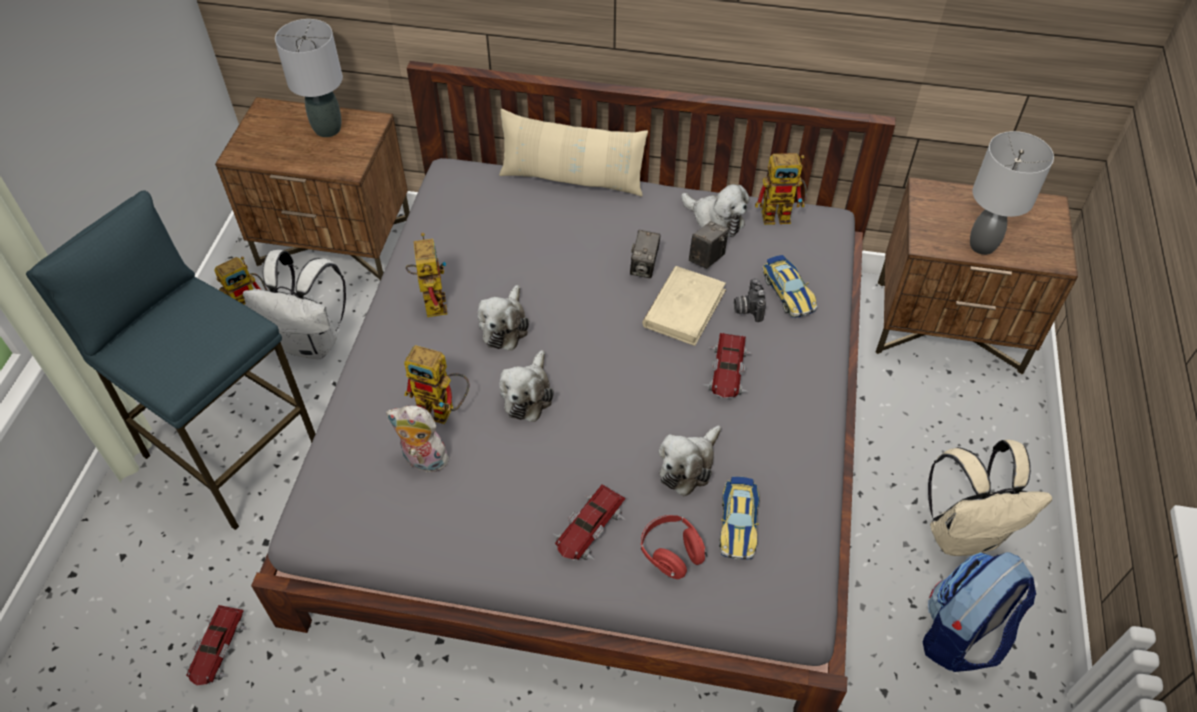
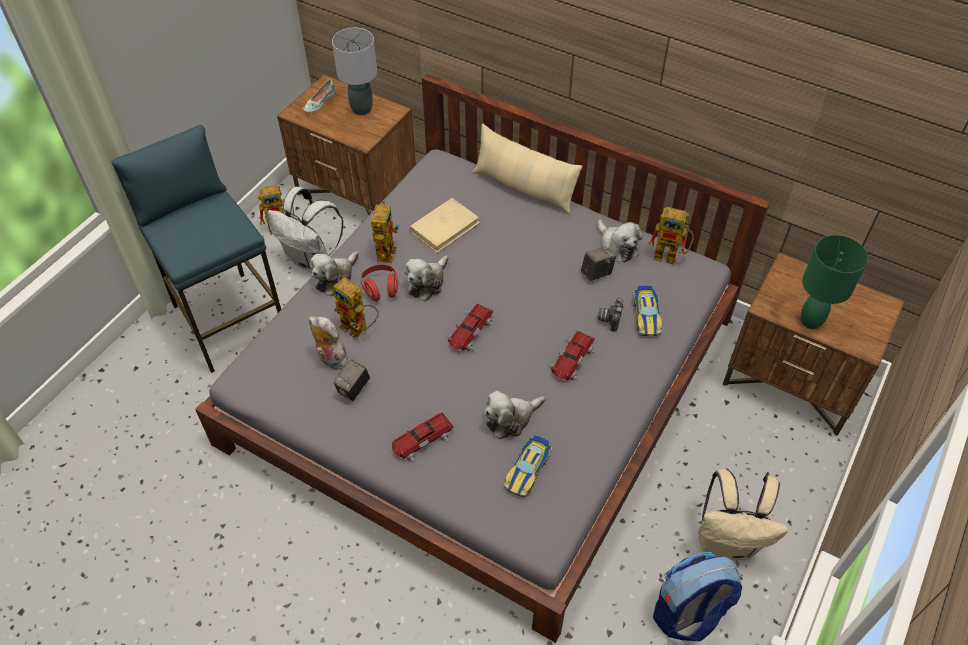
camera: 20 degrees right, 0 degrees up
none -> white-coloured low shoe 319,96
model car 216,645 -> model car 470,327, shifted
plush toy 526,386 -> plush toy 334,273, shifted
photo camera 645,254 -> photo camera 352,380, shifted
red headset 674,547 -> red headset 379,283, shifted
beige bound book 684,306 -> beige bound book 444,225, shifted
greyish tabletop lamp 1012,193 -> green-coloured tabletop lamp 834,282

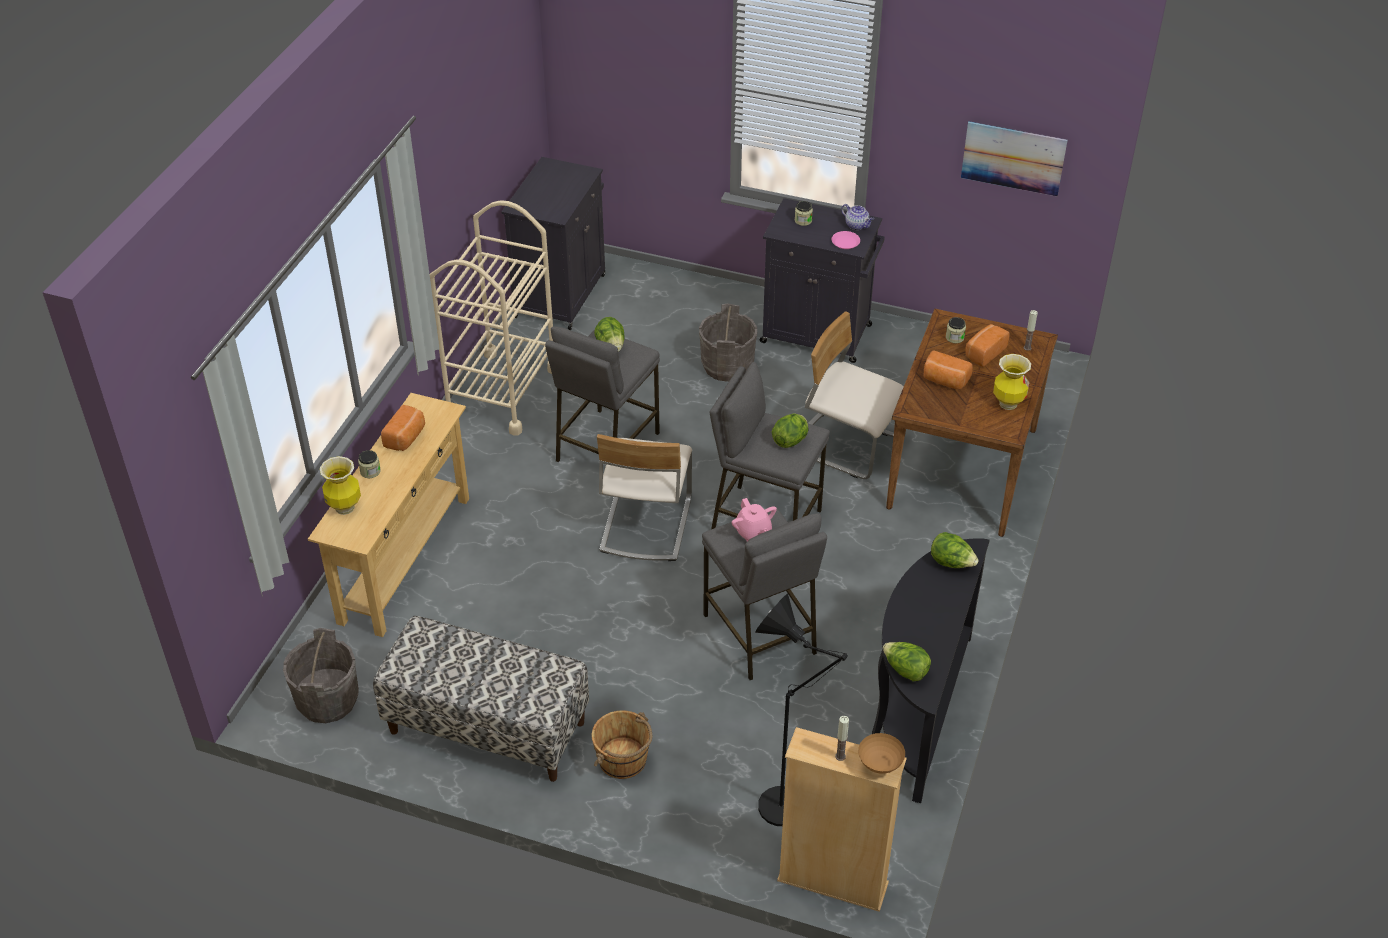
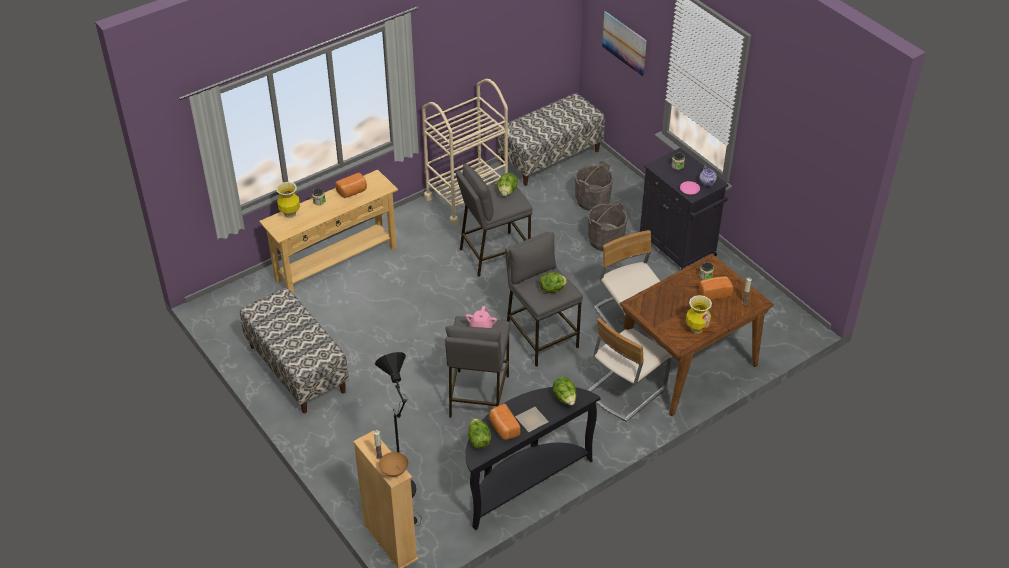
camera: 35 degrees right, 0 degrees up
brownish bucket 622,744 -> none
none -> dinner plate 532,419
greyish bucket 321,675 -> greyish bucket 594,185, shifted
beige plain chair 644,497 -> beige plain chair 630,370, shifted
baked bread 948,370 -> baked bread 504,422, shifted
picture 1014,158 -> picture 624,43, shifted
black cupboard 553,243 -> indoor bench 551,139

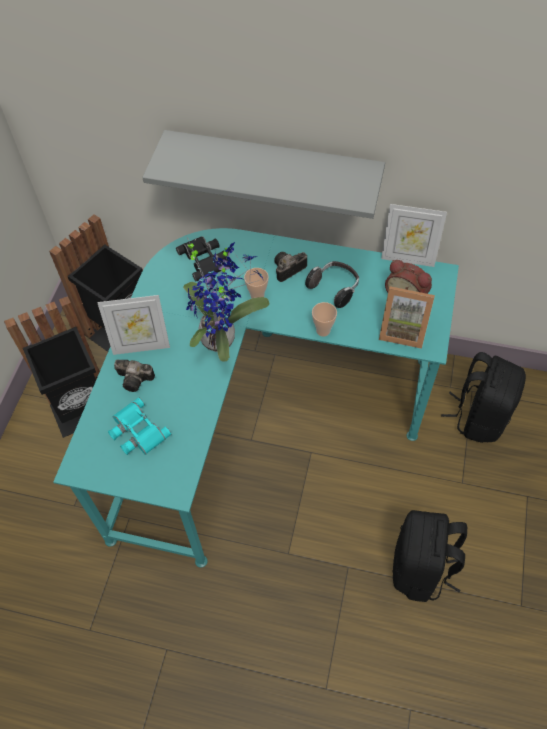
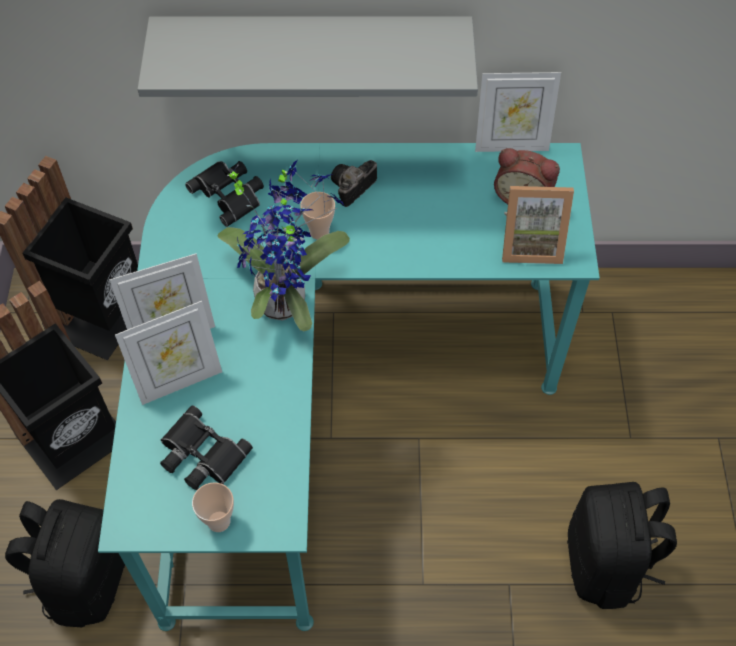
camera: 15 degrees left, 0 degrees up
headset 332,284 -> none
small cup 324,319 -> small cup 213,507, shifted
black backpack 483,397 -> black backpack 65,563, shifted
photo camera 134,376 -> standing frame 168,353
blue-green field glasses 139,426 -> black field glasses 206,448

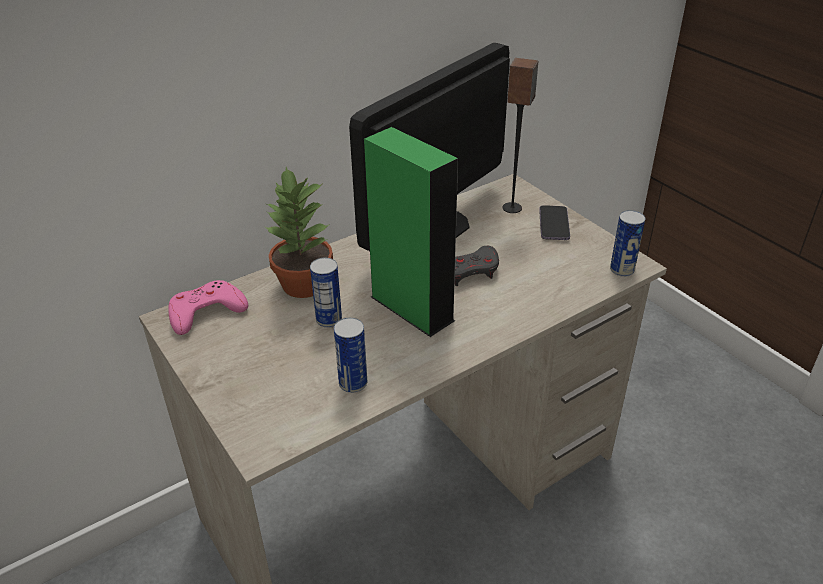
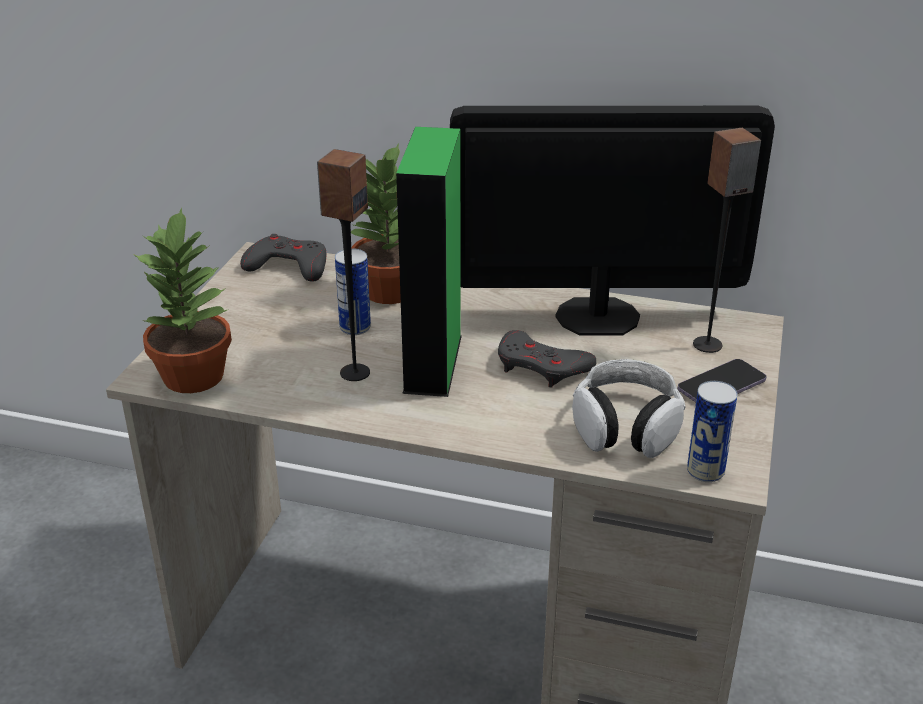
camera: 50 degrees right, 5 degrees down
sealed can 350,355 -> none
none -> houseplant 182,300
none -> speaker 343,265
none -> headset 628,408
pinkish gamepad 208,307 -> greyish gamepad 283,258

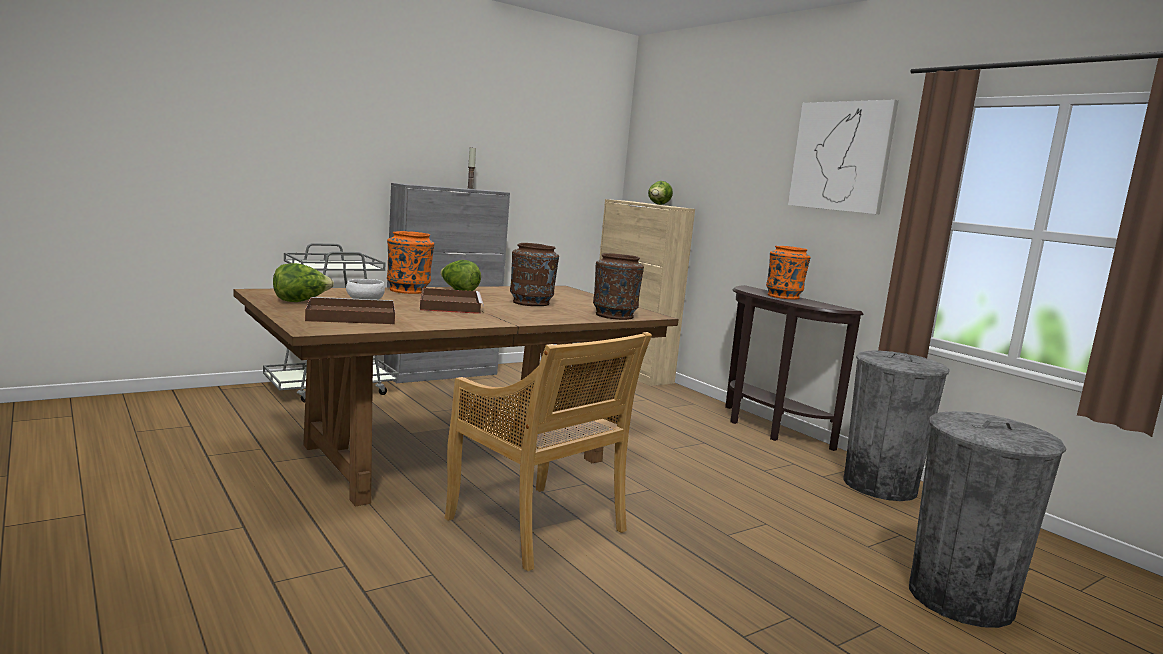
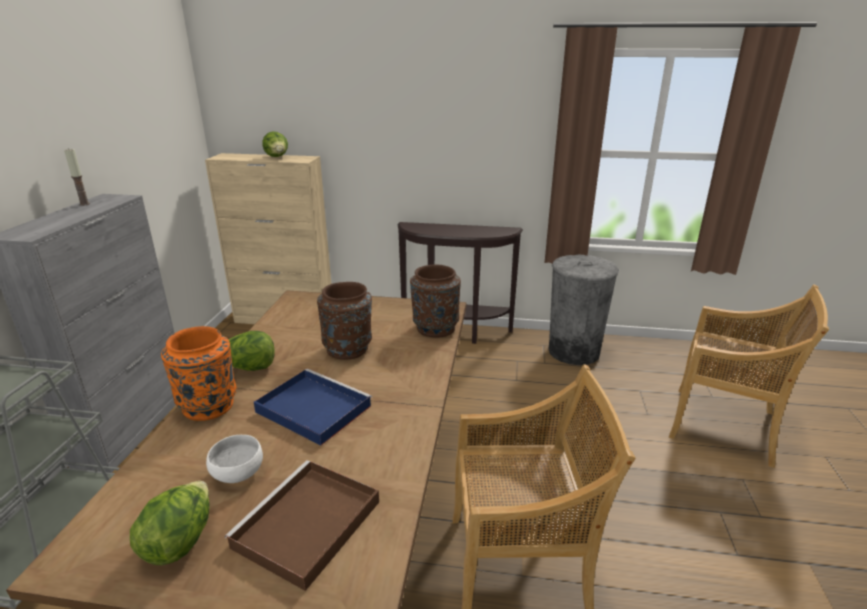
camera: 45 degrees left, 15 degrees up
orangey decorative vase 788,273 -> none
picture 843,156 -> none
greyish waste bin 987,519 -> beige plain chair 749,376
brownish tray 452,301 -> blue-coloured tray 313,407

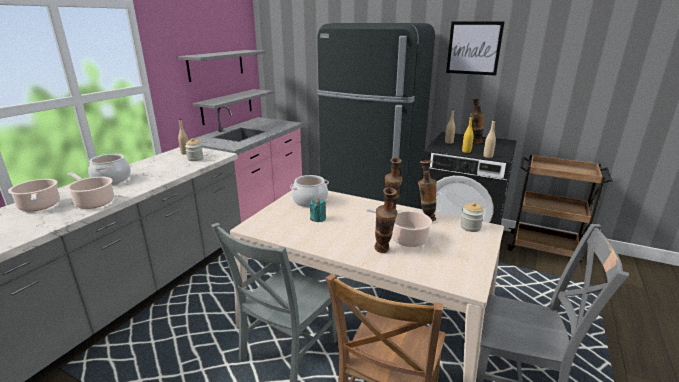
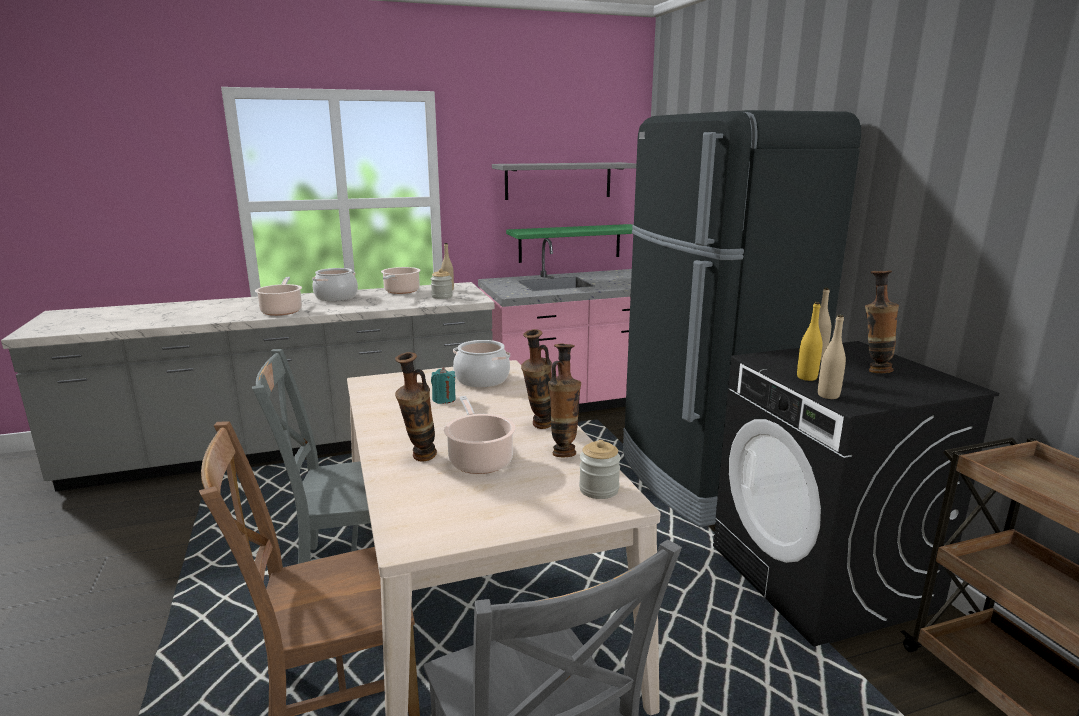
camera: 45 degrees right, 5 degrees down
picture 475,49 -> none
cooking pot 34,195 -> cooking pot 401,280, shifted
greyish shelf 233,107 -> green-coloured shelf 569,243

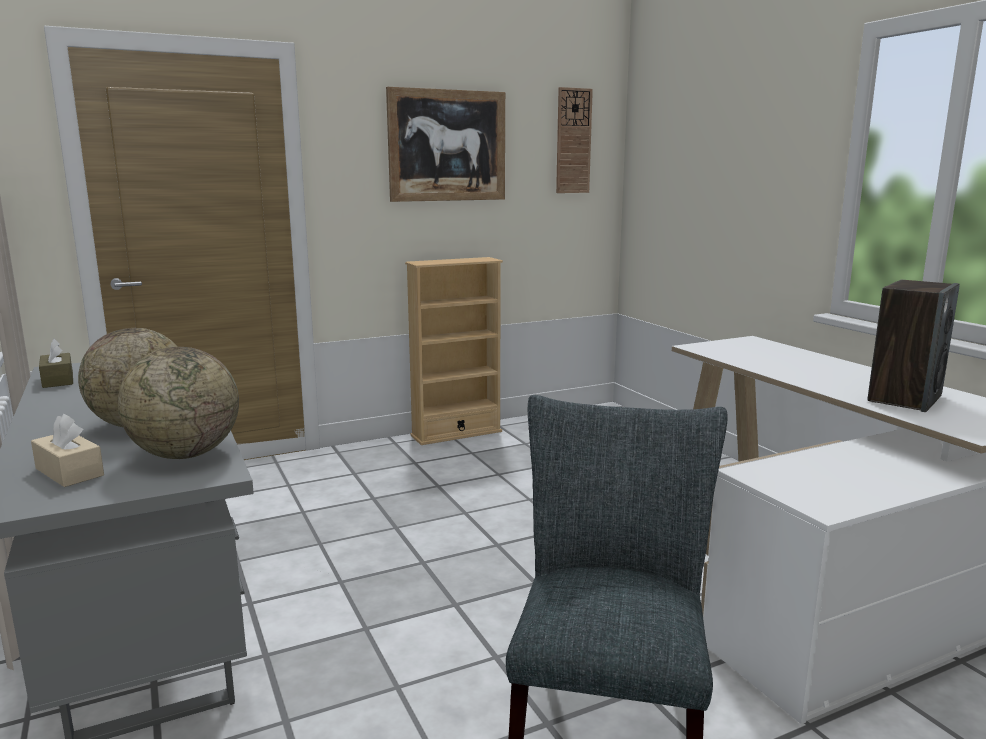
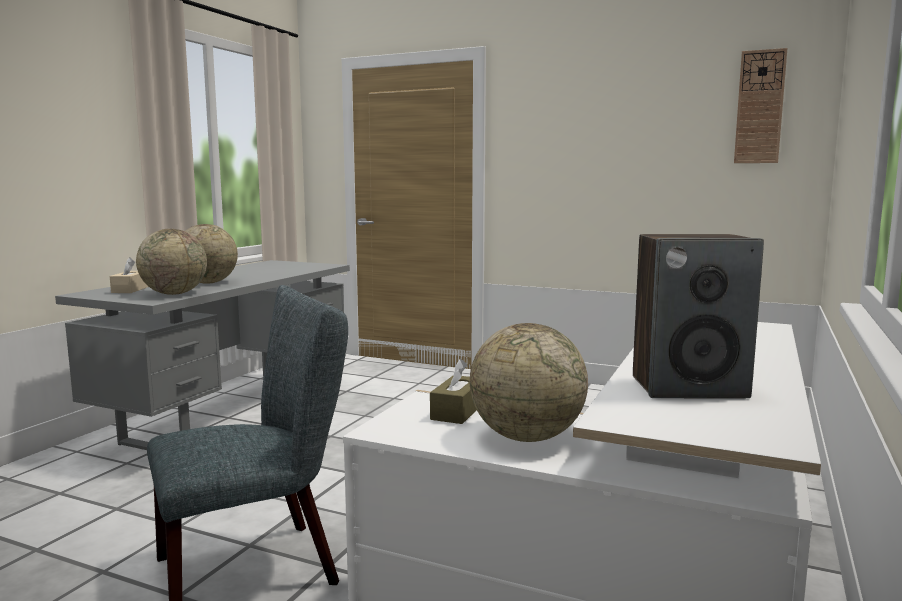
camera: 50 degrees right, 5 degrees down
picture 445,144 -> none
beige shelving unit 454,351 -> none
none -> globe 529,382
brownish tissue box 56,363 -> brownish tissue box 453,391, shifted

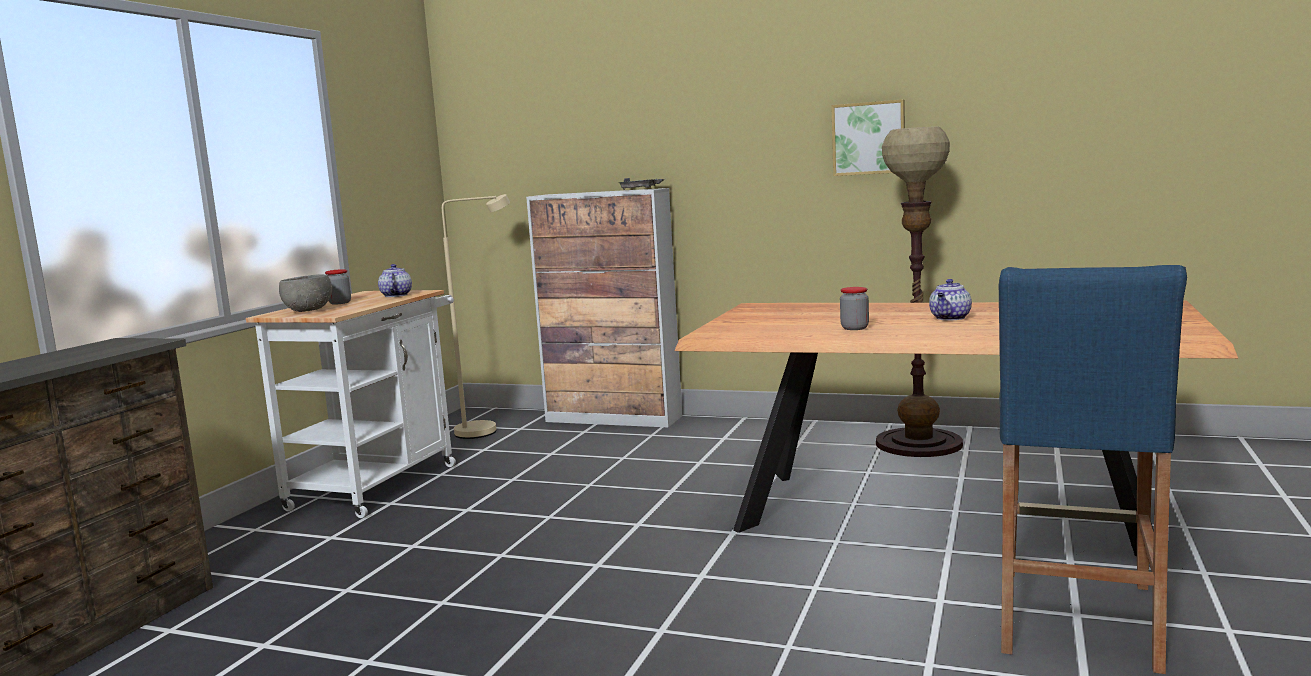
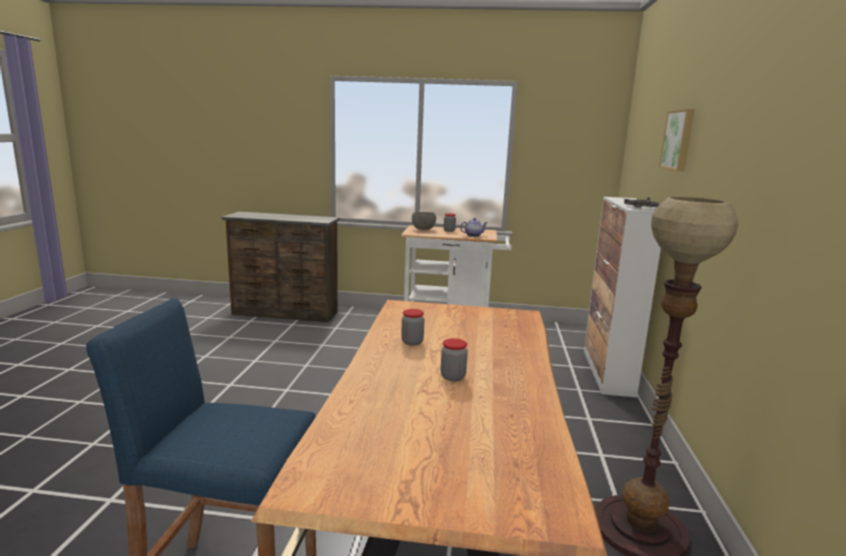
camera: 75 degrees right, 5 degrees up
beige standing lamp 476,316 -> none
picture 868,137 -> picture 677,140, shifted
pot for tea 950,300 -> storage jar 454,359

